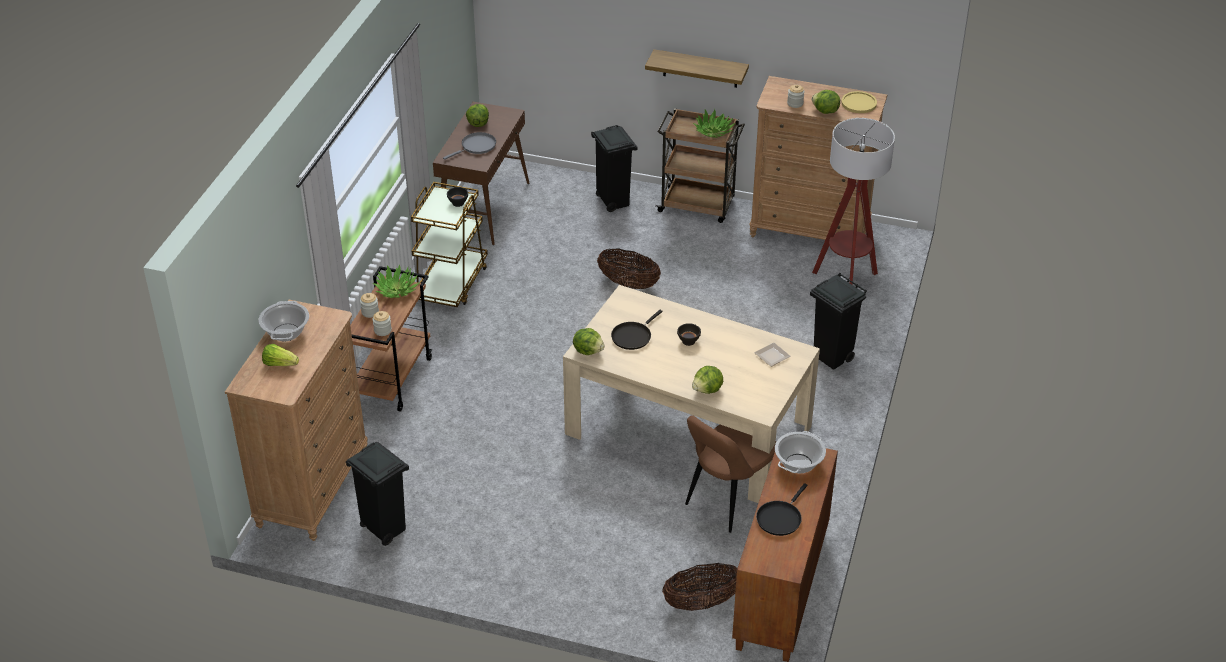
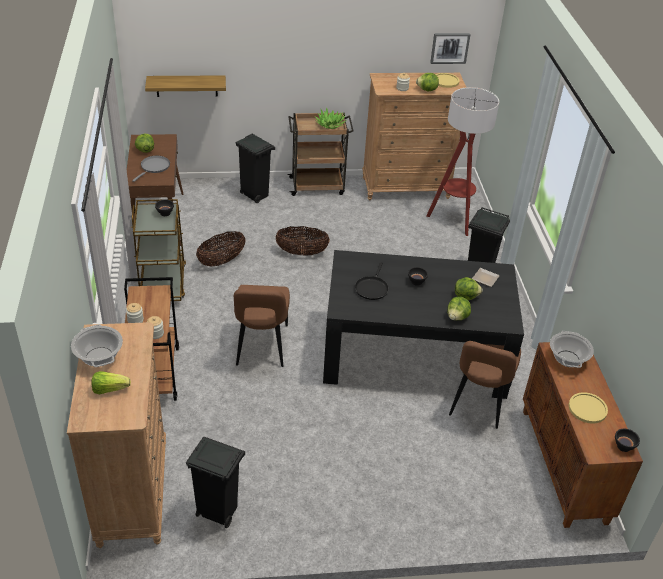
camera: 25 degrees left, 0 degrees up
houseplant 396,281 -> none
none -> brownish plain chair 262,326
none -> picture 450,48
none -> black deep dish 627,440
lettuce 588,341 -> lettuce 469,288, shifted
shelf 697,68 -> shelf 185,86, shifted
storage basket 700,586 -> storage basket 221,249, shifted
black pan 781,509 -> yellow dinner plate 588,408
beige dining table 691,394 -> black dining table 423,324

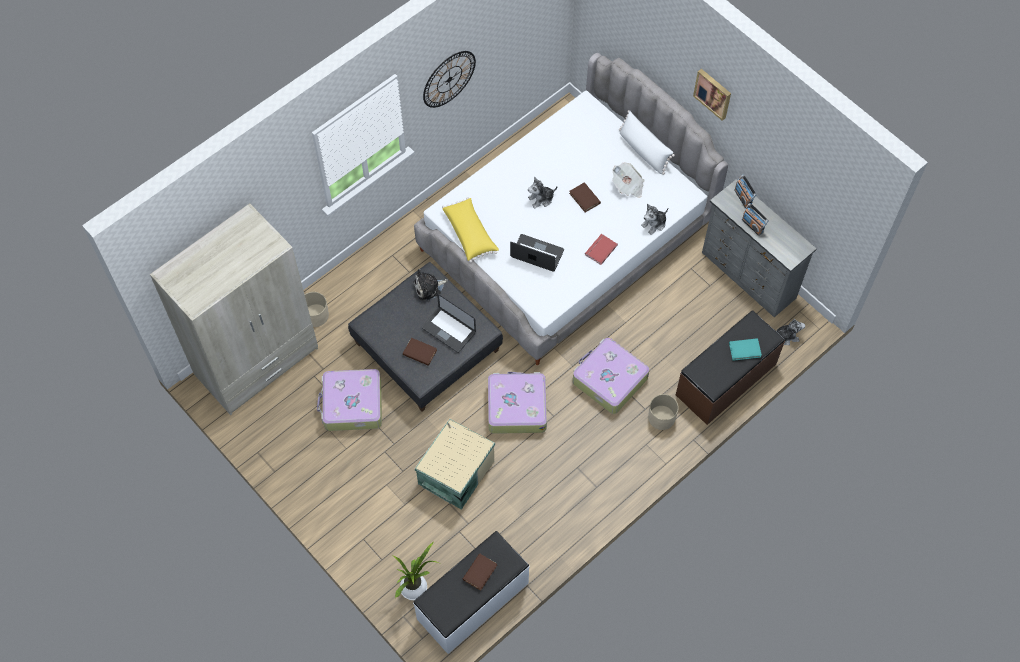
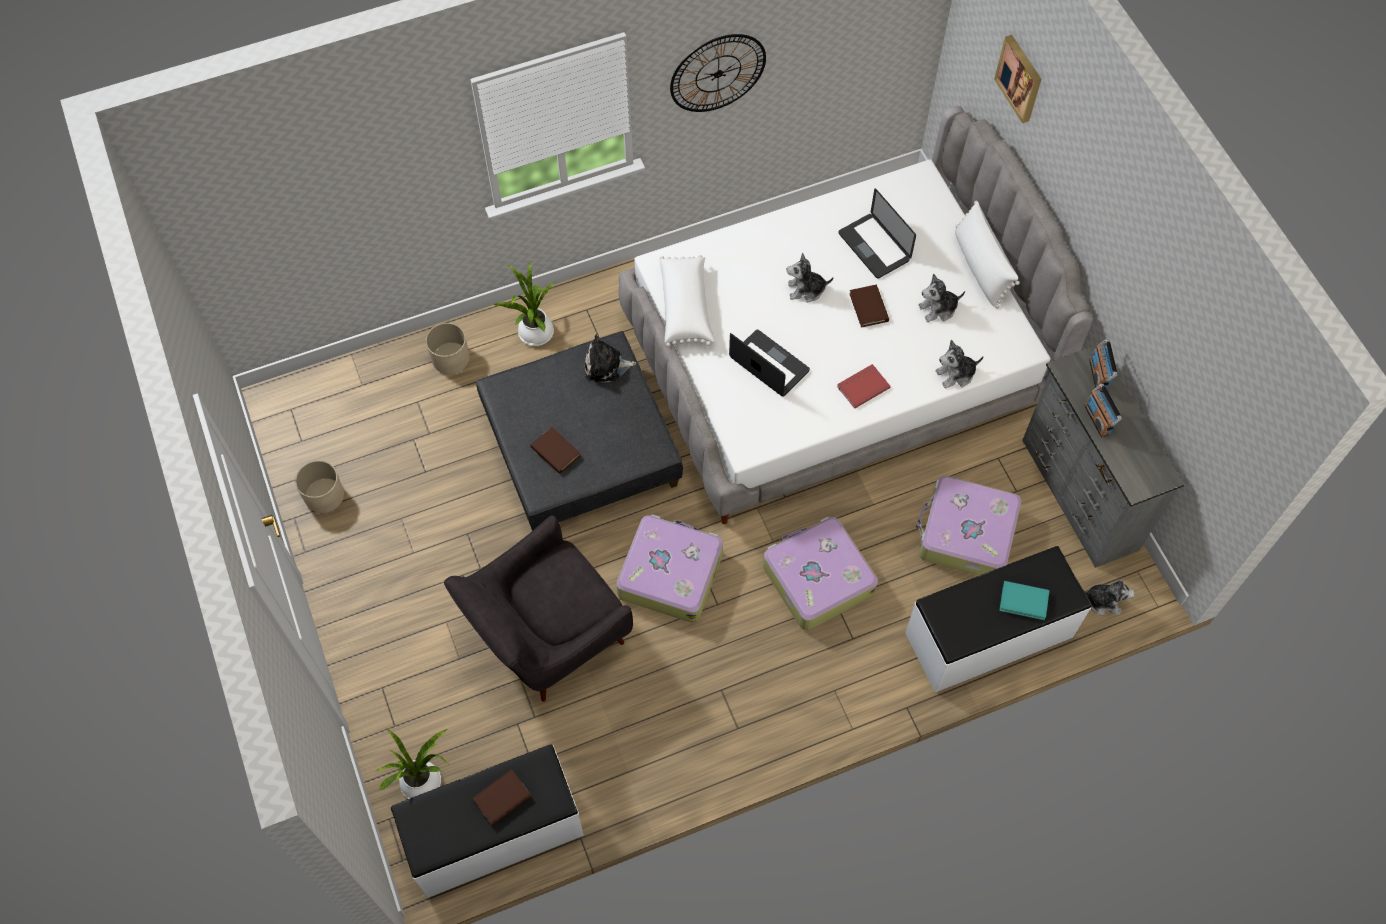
camera: 20 degrees right, 0 degrees up
beige armoire 234,309 -> none
none -> houseplant 524,303
piece of luggage 349,400 -> piece of luggage 968,526, shifted
notebook computer 449,323 -> notebook computer 877,234, shifted
beige flower pot 663,412 -> beige flower pot 319,486, shifted
picture 712,95 -> picture 1017,79, shifted
beige storage bin 455,464 -> greyish armchair 538,608
newspaper 628,180 -> plush toy 941,298
yellow pillow 470,230 -> white-coloured pillow 687,301
brownish indoor bench 730,367 -> white-coloured indoor bench 998,619

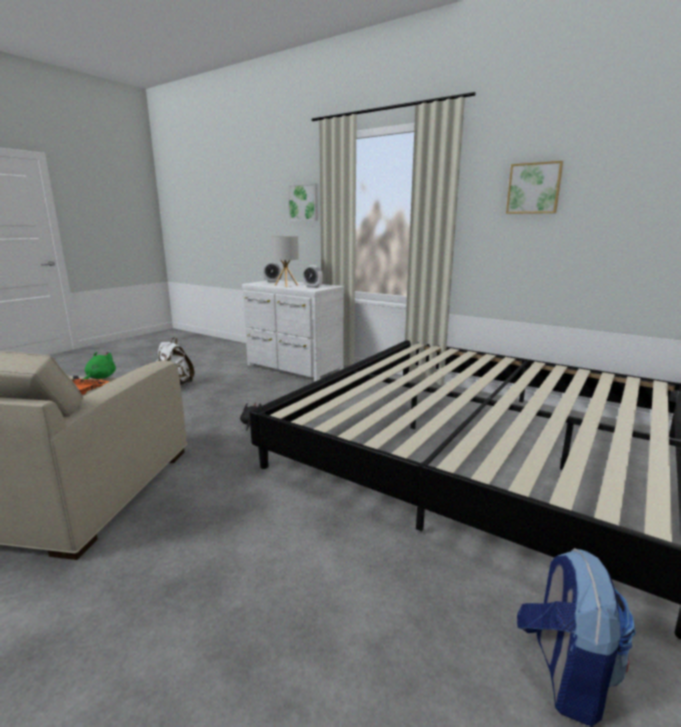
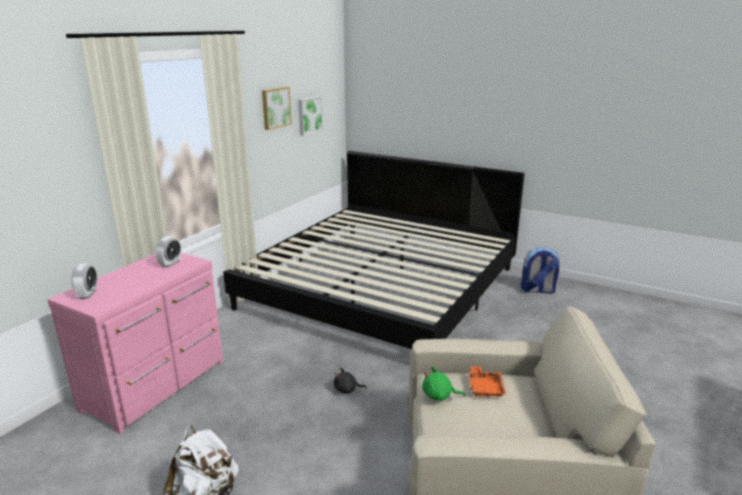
camera: 95 degrees left, 5 degrees up
tabletop lamp 285,261 -> none
picture 303,202 -> picture 310,116, shifted
white-coloured drawer chest 293,330 -> pinkish drawer chest 135,343

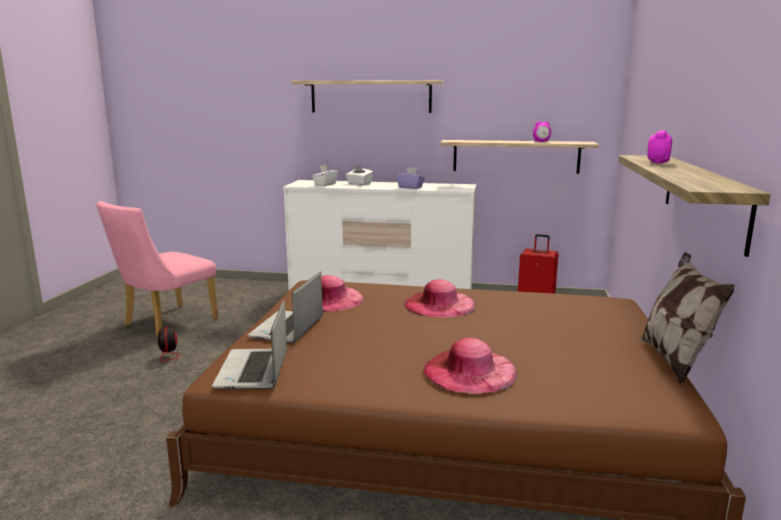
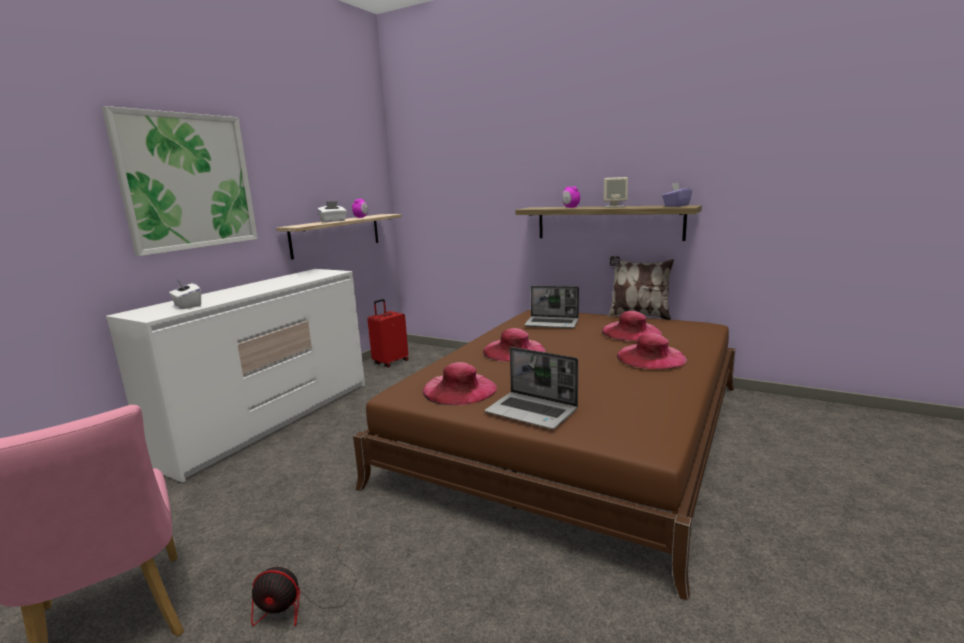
camera: 70 degrees left, 0 degrees up
none -> pinkish wearable hat 632,326
none -> beige speaker 615,192
notebook computer 249,344 -> notebook computer 551,307, shifted
white-coloured tissue box 359,175 -> white-coloured tissue box 332,211, shifted
purple-coloured tissue box 410,178 -> purple-coloured tissue box 677,195, shifted
shelf 368,96 -> picture 180,181

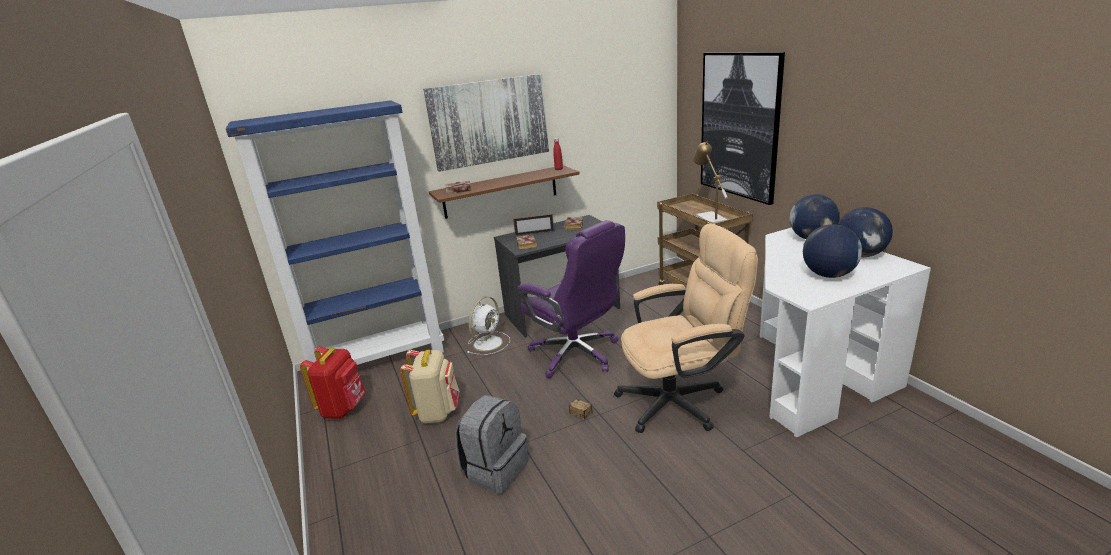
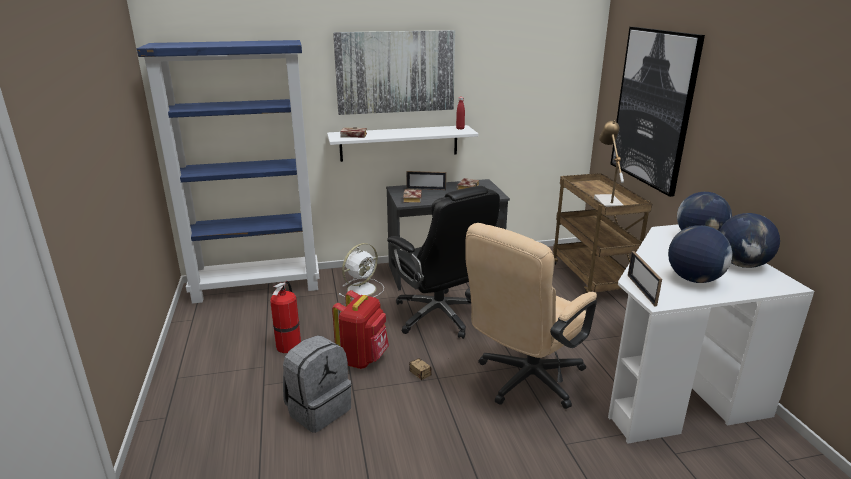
camera: 10 degrees right, 0 degrees up
none -> standing frame 645,278
red backpack 333,382 -> red backpack 360,329, shifted
beige backpack 430,386 -> fire extinguisher 285,317
brownish shelf 504,192 -> white-coloured shelf 403,143
purple-coloured computer chair 571,299 -> black computer chair 443,262
beige computer chair 686,328 -> beige computer chair 531,316, 135 degrees clockwise

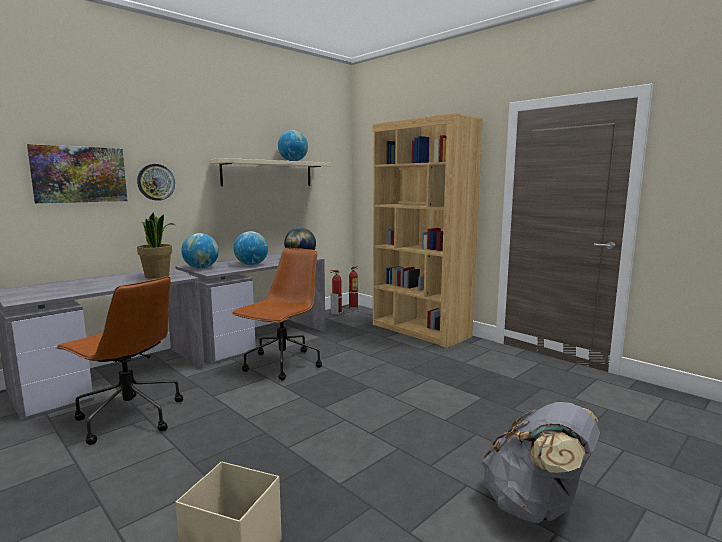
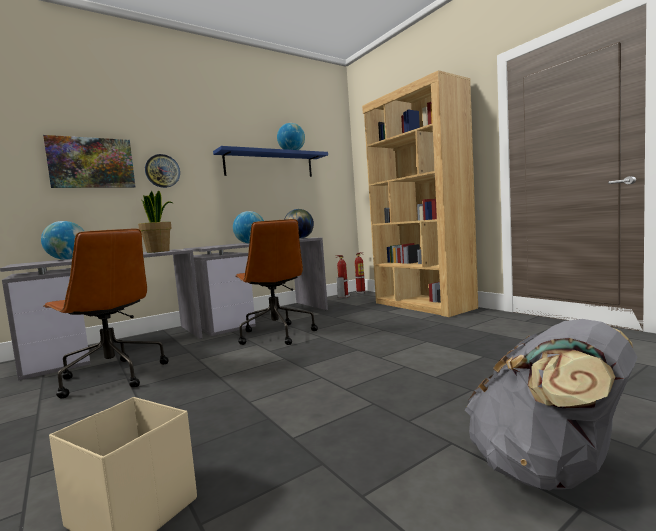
camera: 10 degrees right, 5 degrees down
globe 200,251 -> globe 62,240, shifted
beige shelf 270,172 -> blue-coloured shelf 270,161
brownish computer chair 277,314 -> brownish computer chair 276,282, 120 degrees clockwise

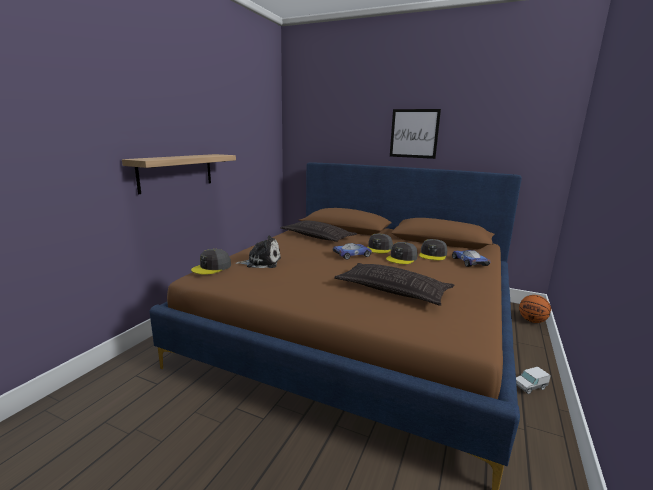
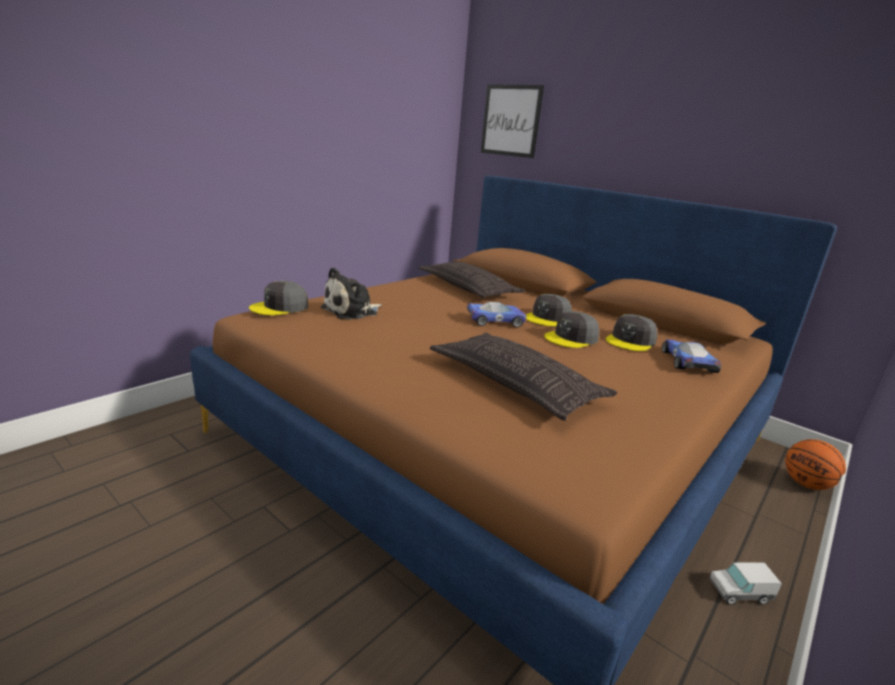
camera: 15 degrees right, 5 degrees up
shelf 179,174 -> none
picture 415,134 -> picture 512,121, shifted
plush toy 258,252 -> plush toy 351,293, 120 degrees clockwise

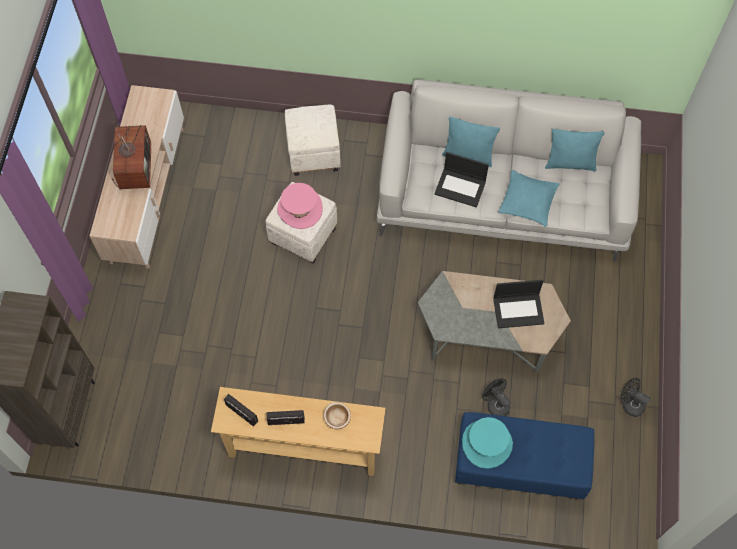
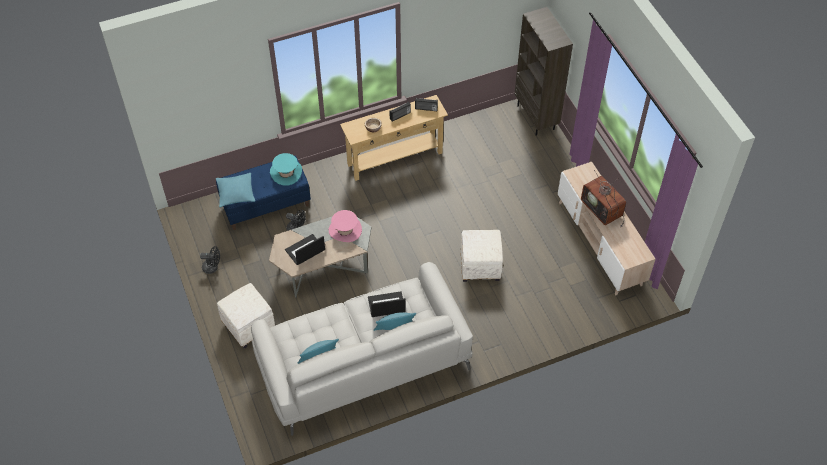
camera: 150 degrees right, 10 degrees down
pinkish wearable hat 300,206 -> pinkish wearable hat 345,226, shifted
white-coloured pouffe 313,140 -> white-coloured pouffe 246,316, shifted
blue-green pillow 528,198 -> blue-green pillow 235,190, shifted

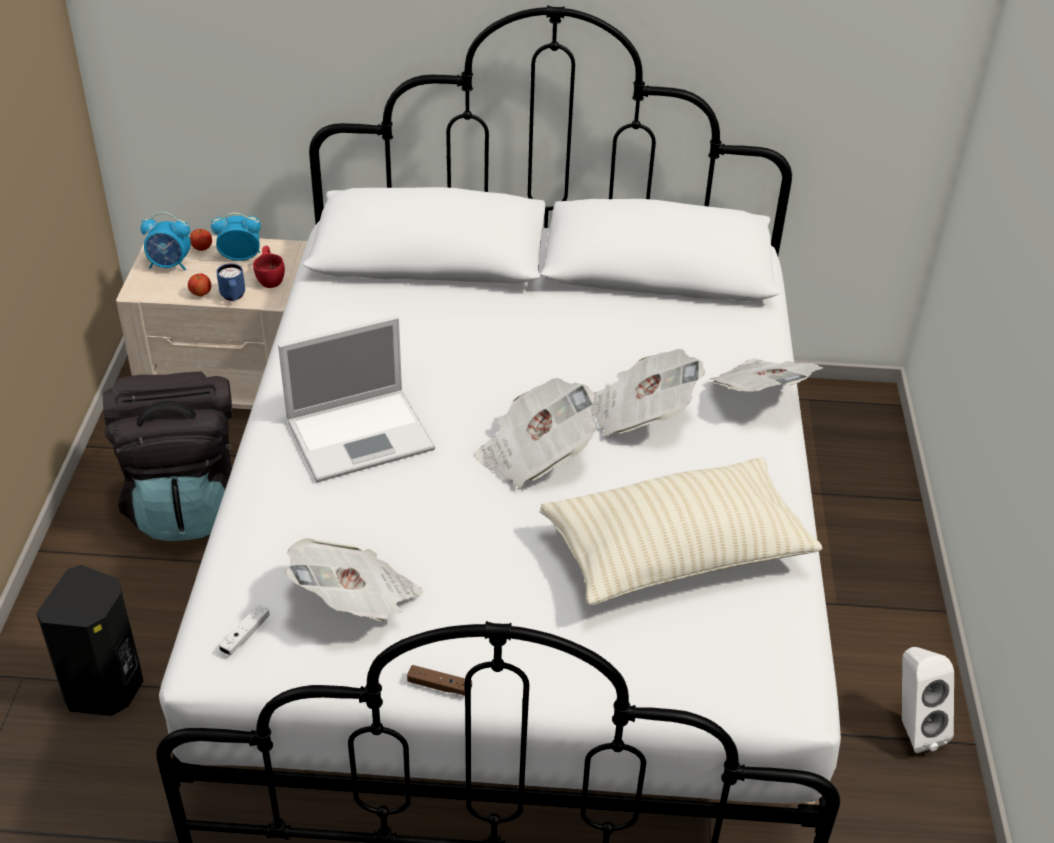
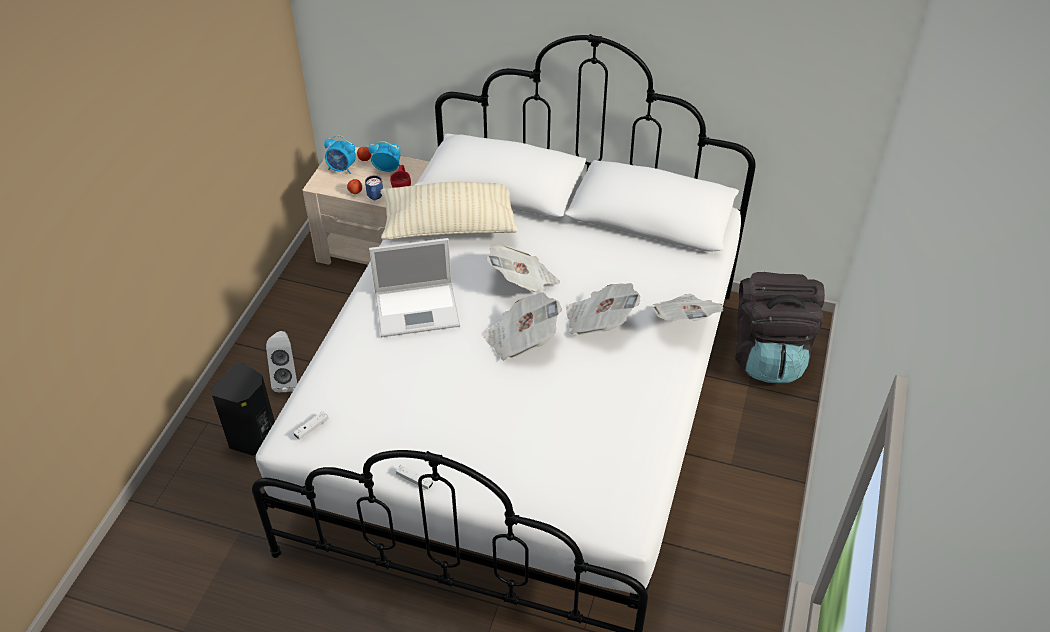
camera: 15 degrees right, 5 degrees up
black backpack 168,456 -> black backpack 780,327, shifted
newspaper 354,579 -> newspaper 523,268, shifted
beige pillow 681,532 -> beige pillow 449,211, shifted
white-coloured speaker 928,700 -> white-coloured speaker 281,361, shifted
brownish gamepad 439,680 -> white-coloured gamepad 414,477

